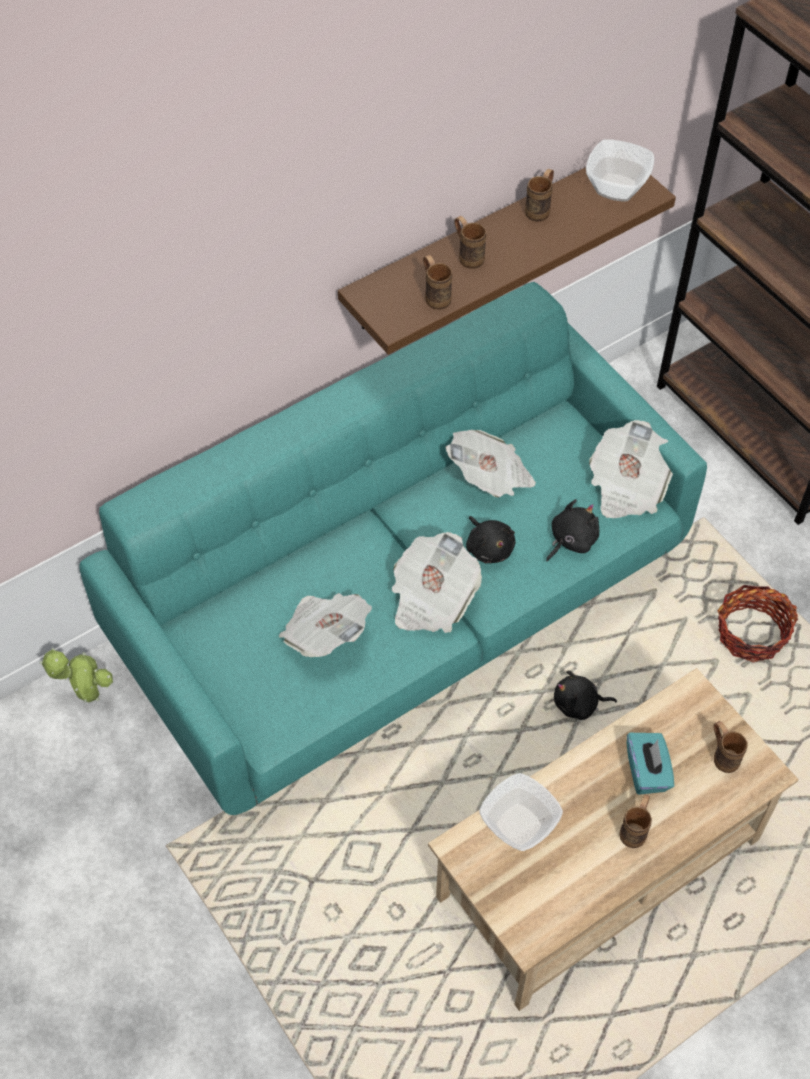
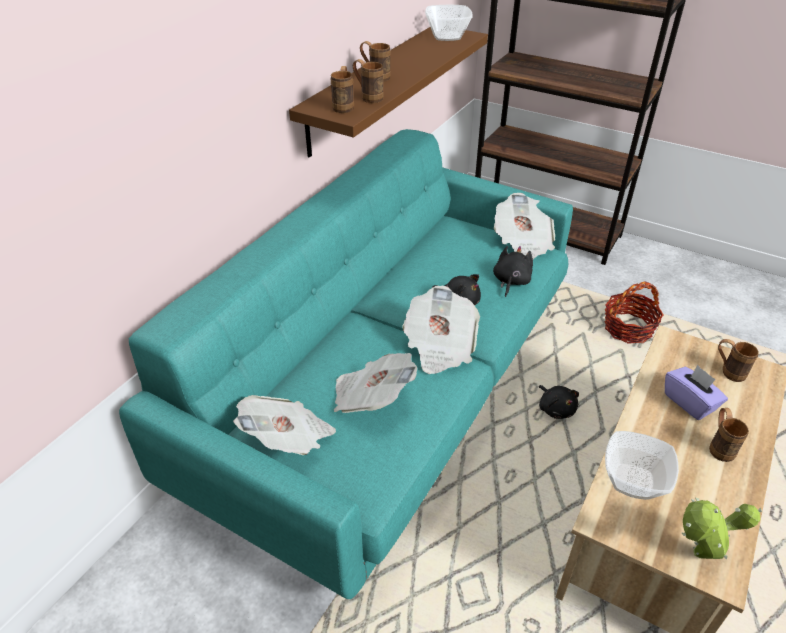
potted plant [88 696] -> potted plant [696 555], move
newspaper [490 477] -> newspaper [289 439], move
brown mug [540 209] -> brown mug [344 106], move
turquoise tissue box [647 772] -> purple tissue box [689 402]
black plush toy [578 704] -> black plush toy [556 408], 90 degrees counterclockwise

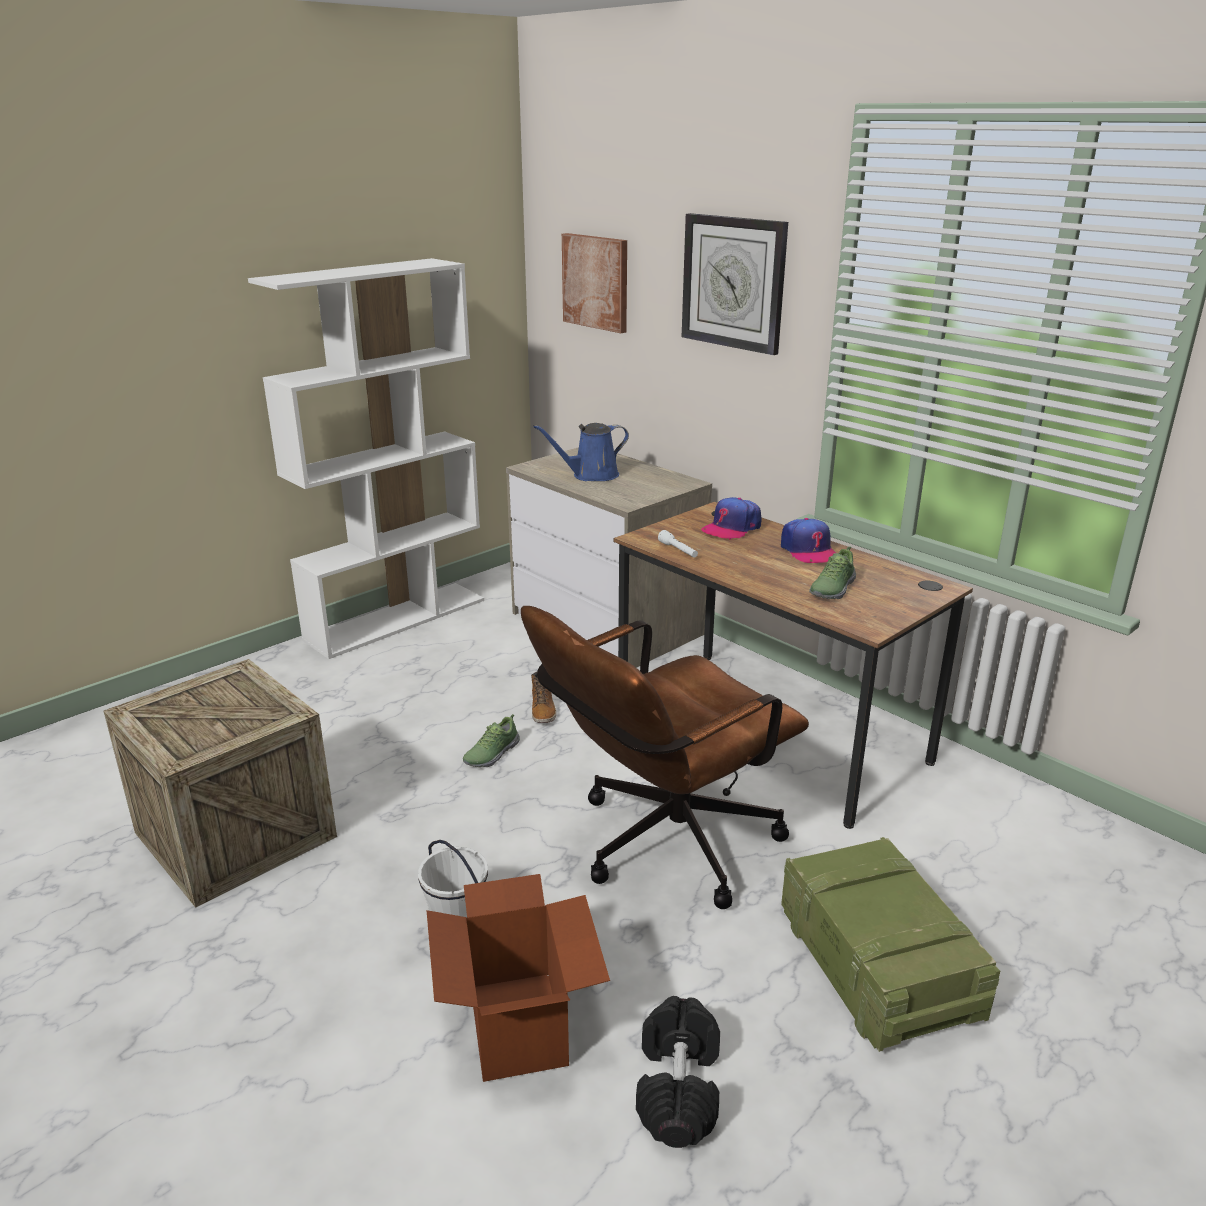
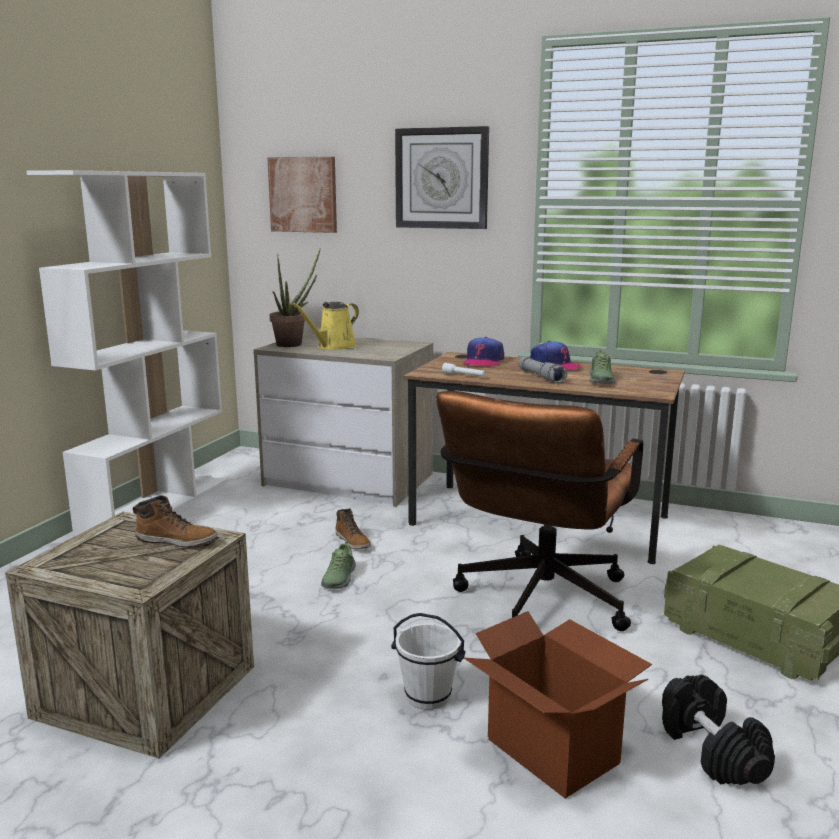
none -> boot [177 540]
none -> potted plant [294 344]
none -> grey flashlight [541 377]
blue watering can [591 475] -> yellow watering can [333 347]

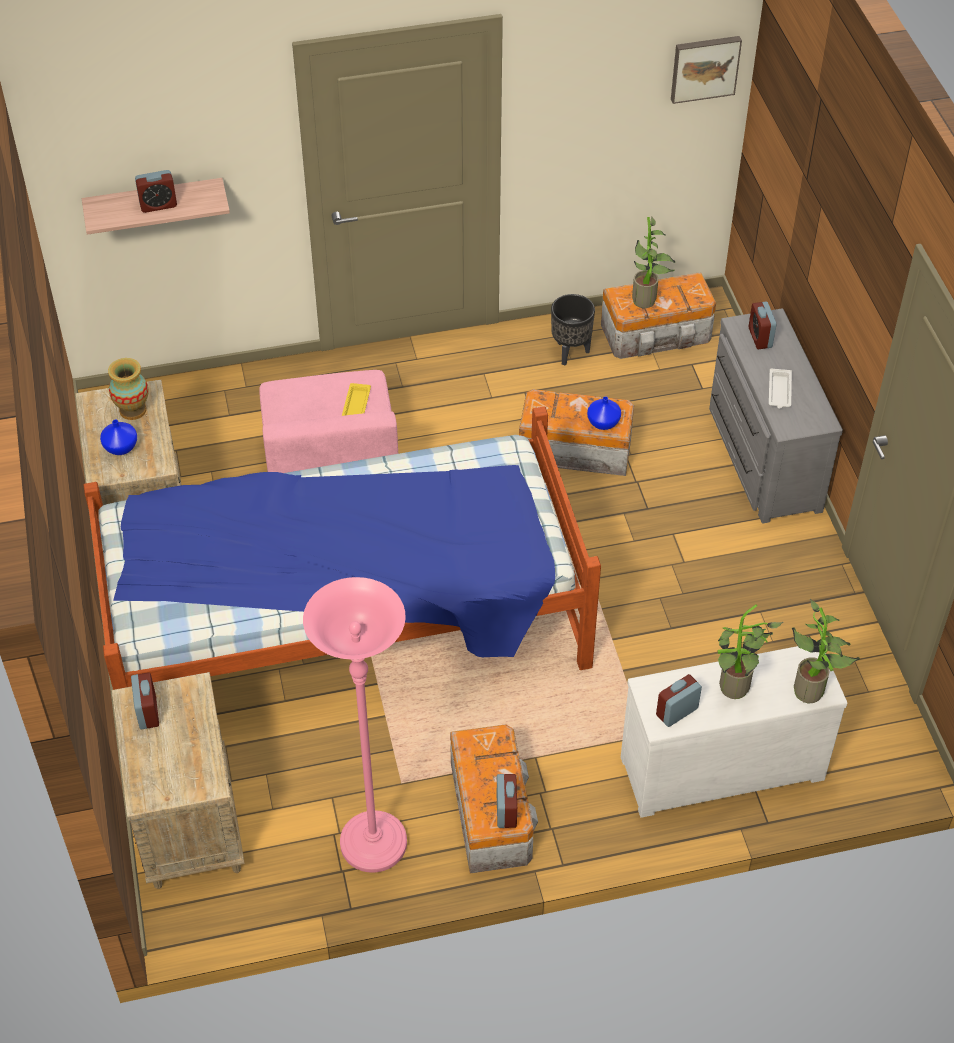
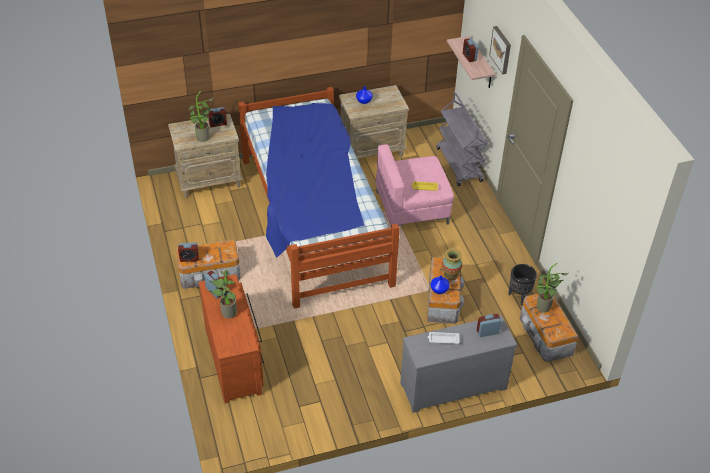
pink floor lamp [373 844] -> none
none -> grey cart [459 165]
vase [133 410] -> vase [450 275], move
picture [704 67] -> picture [501 49], move
potted plant [812 691] -> potted plant [203 139], move
white dresser [720 764] -> brown dresser [235 359]

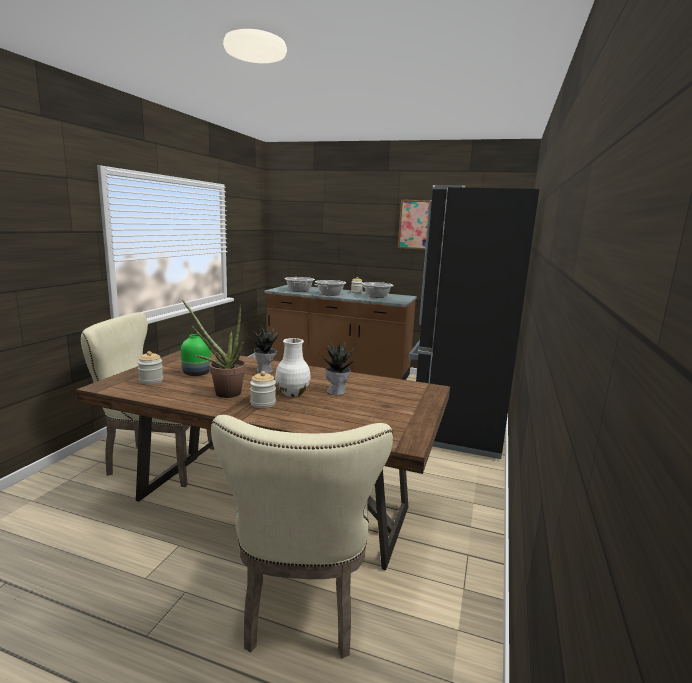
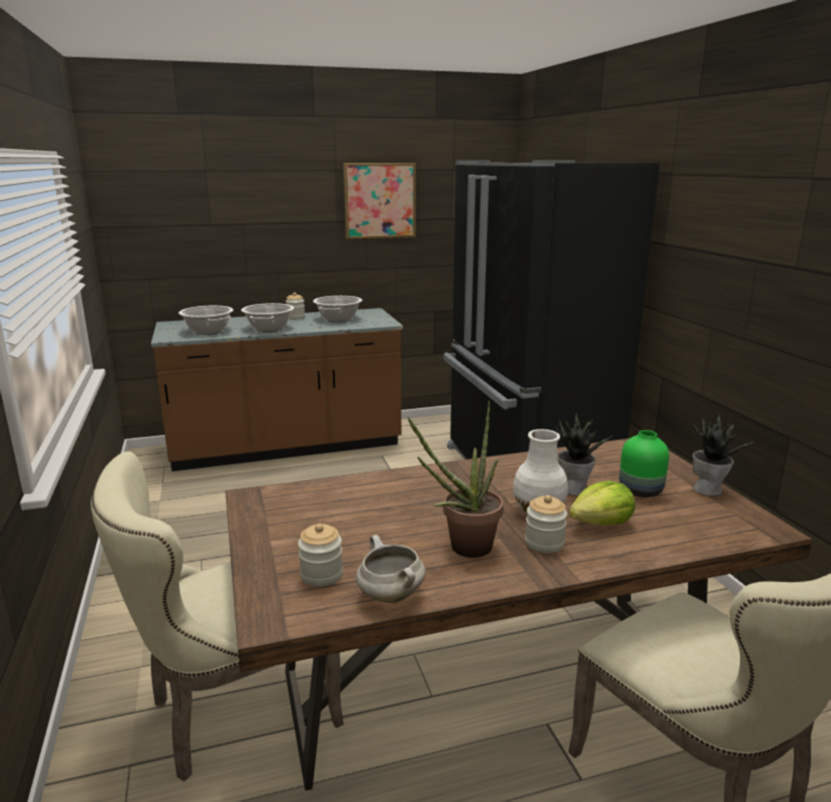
none -> white cooking pot [389 595]
none -> lettuce [601 523]
green vase [197 373] -> green vase [641 490], move
potted plant [265 371] -> potted plant [708 489], move

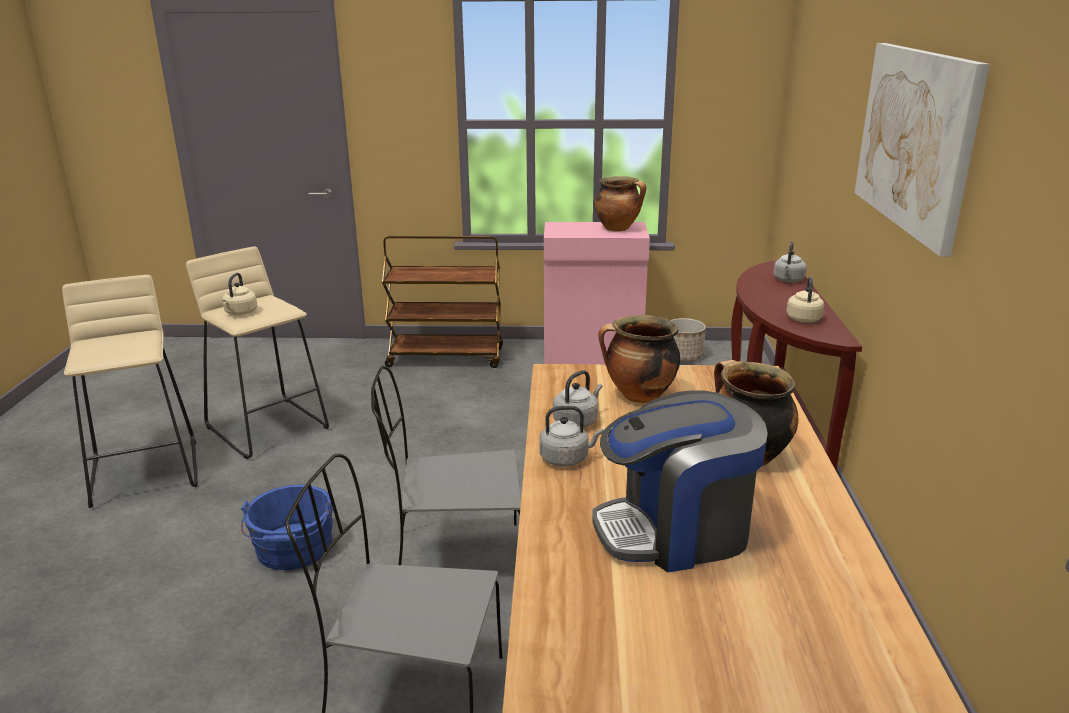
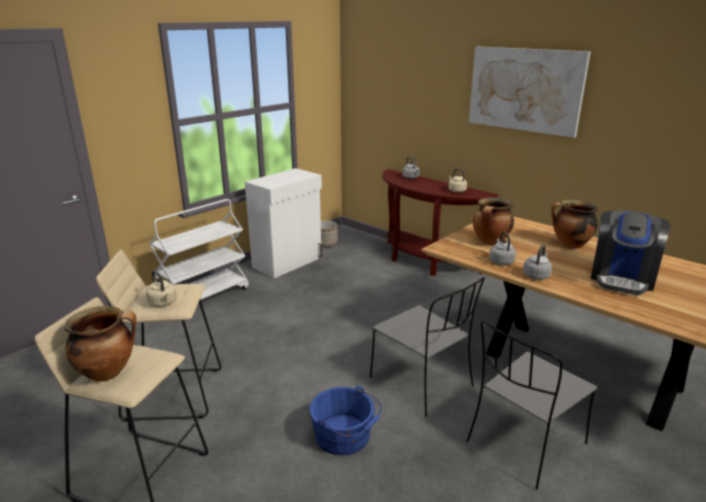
cooking pot [618 229] -> cooking pot [108 372], move
brown cart [446 357] -> white cart [204 297]
pink cabinet [593 359] -> white cabinet [288 262]
grey chair [454 560] -> grey chair [423 383], 75 degrees counterclockwise

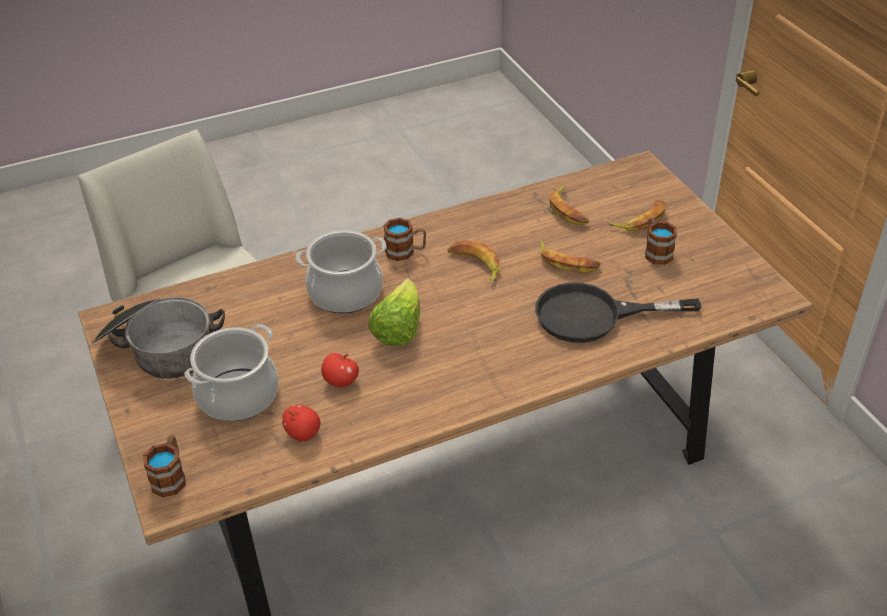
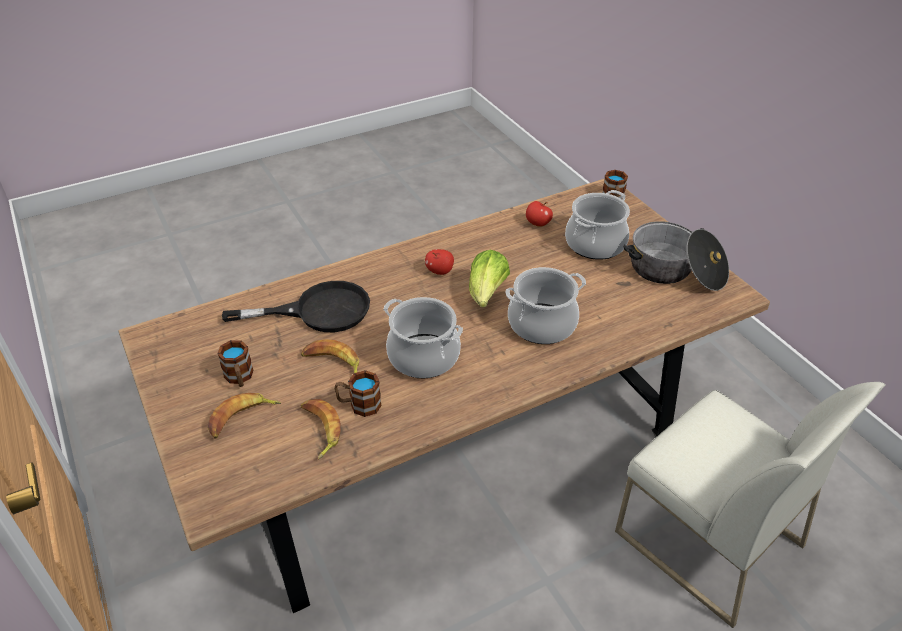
apple [340 382] -> apple [440 271], move
mug [405 252] -> mug [359 405], move
banana [475 265] -> cooking pot [424 356]

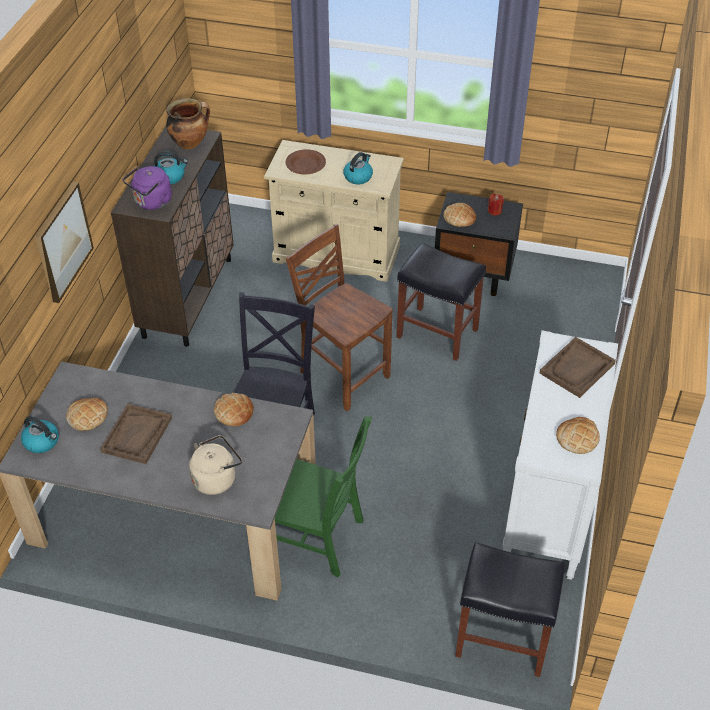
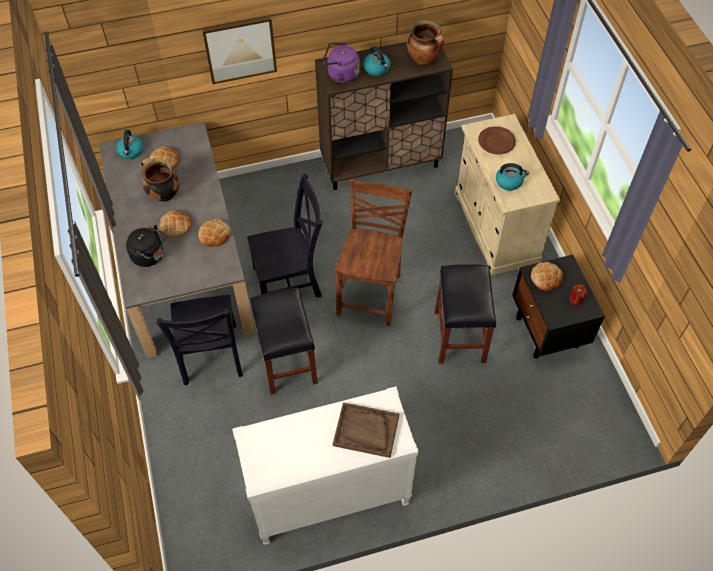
black stool [501 639] -> black stool [286 361], move
bread [577 438] -> bread [175 226], move
brown tray [137 435] -> cooking pot [163 194]
beige kettle [216 478] -> black kettle [150 256]
green chair [319 539] -> black chair [210 357]

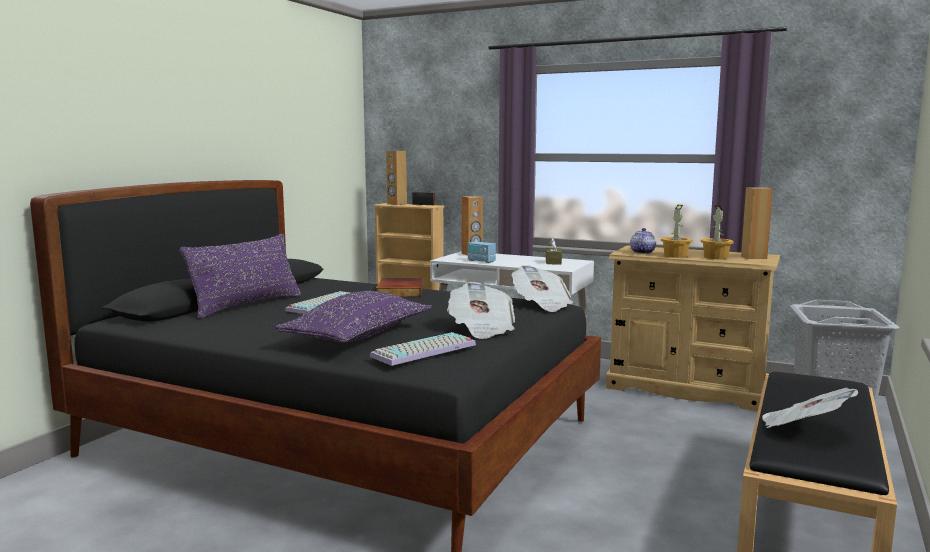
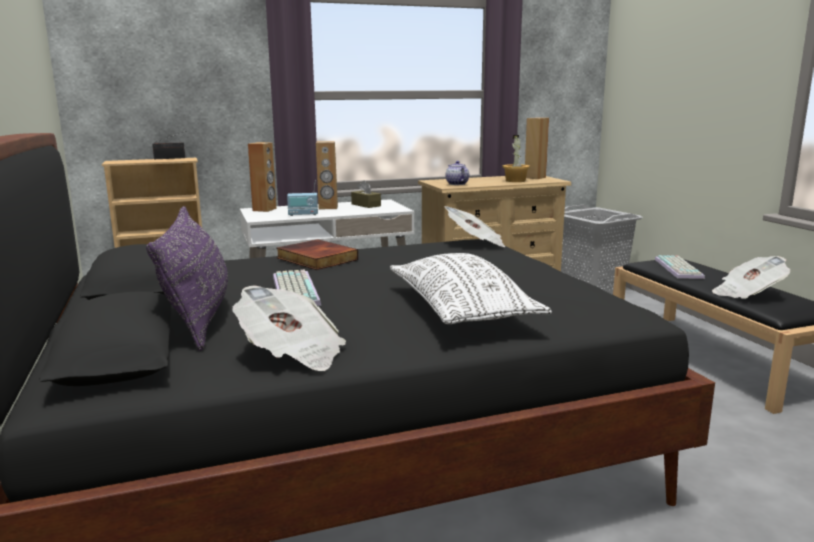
potted plant [675 255] -> none
keyboard [424 351] -> keyboard [680 268], move
brown speaker [396 204] -> brown speaker [328 207], move
newspaper [481 329] -> newspaper [293 354], move
purple pillow [358 336] -> white pillow [461 310]

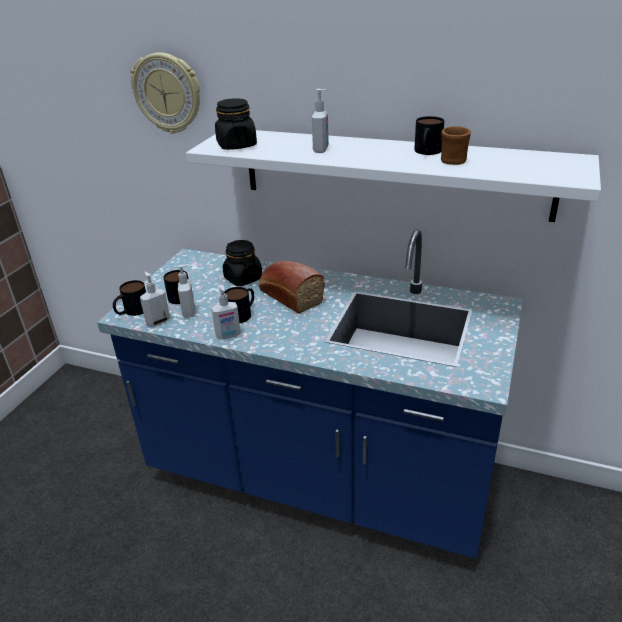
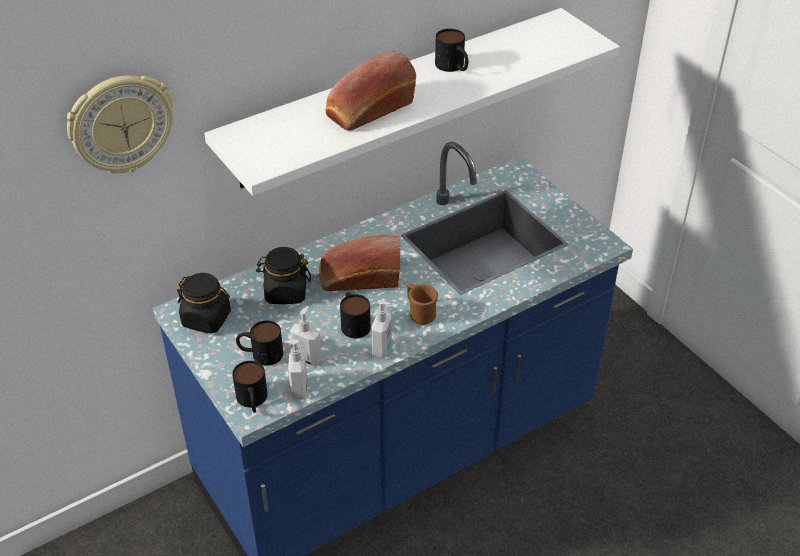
black jar [237 145] -> black jar [207 319], move
brown mug [453 160] -> brown mug [420 314], move
soap dispenser [321 149] -> bread [368 110]

